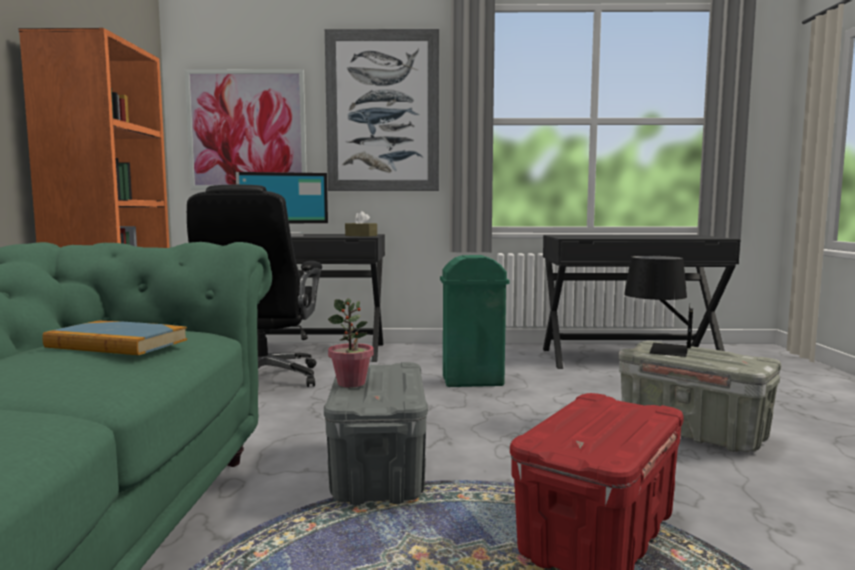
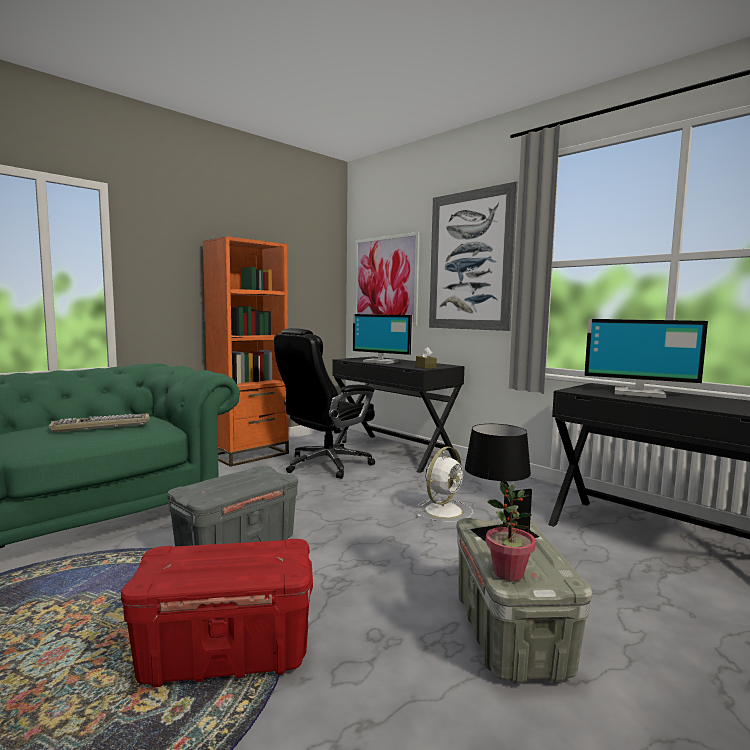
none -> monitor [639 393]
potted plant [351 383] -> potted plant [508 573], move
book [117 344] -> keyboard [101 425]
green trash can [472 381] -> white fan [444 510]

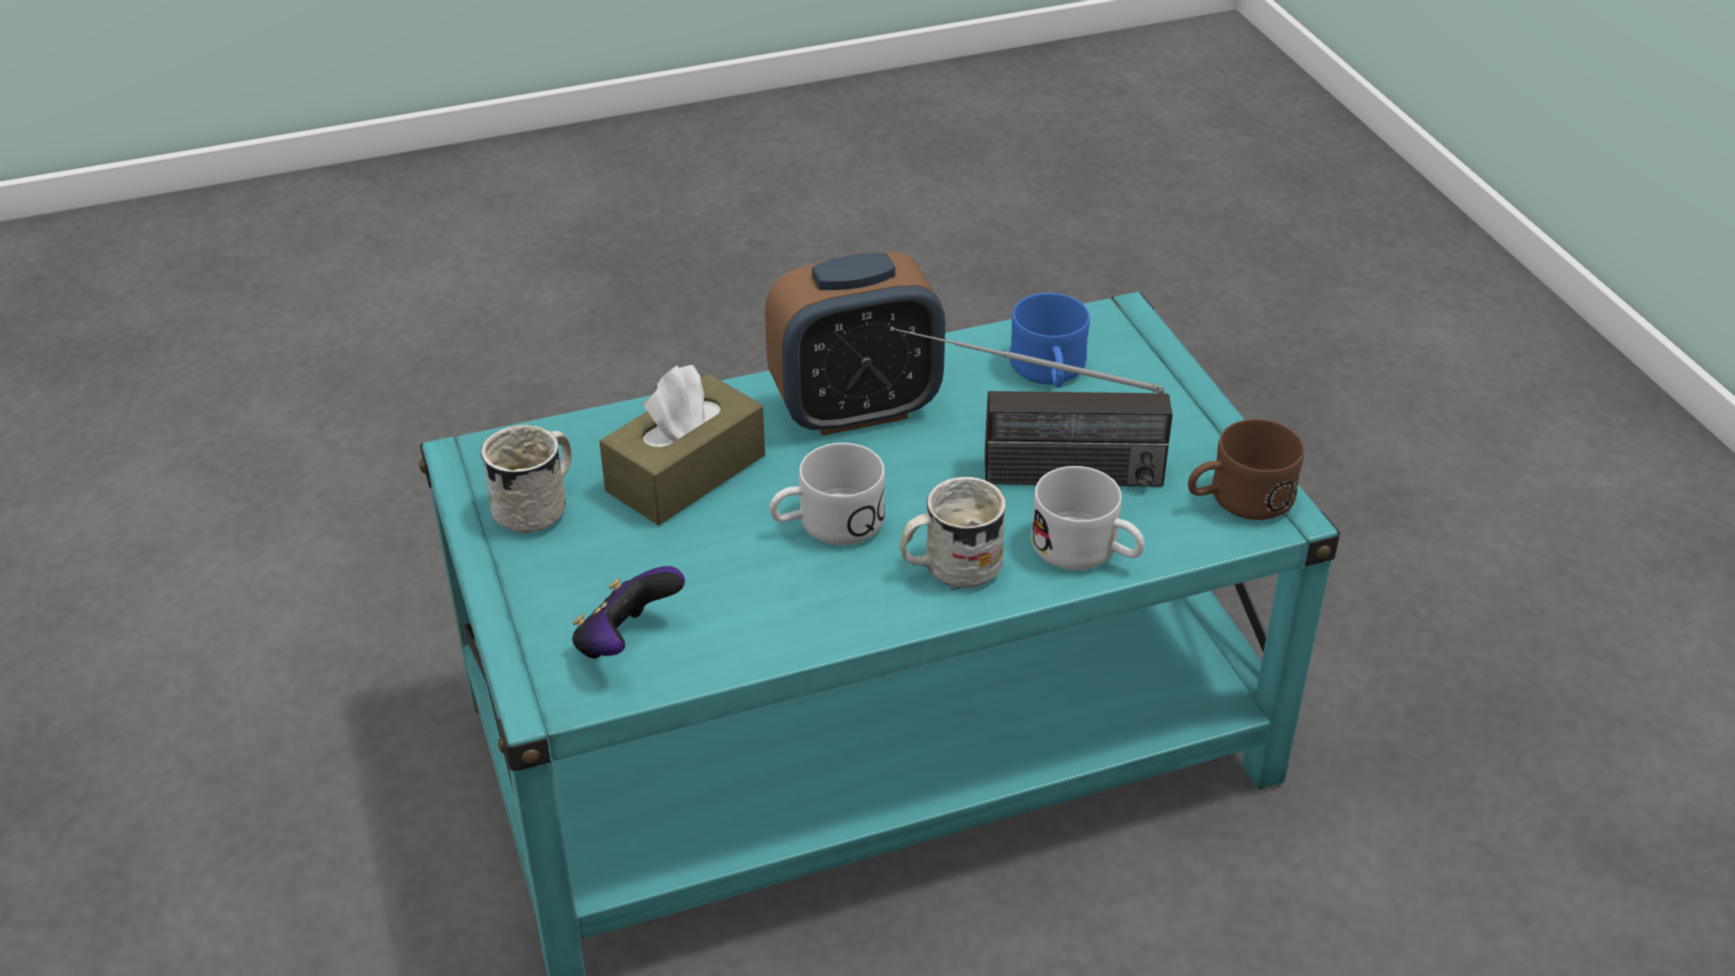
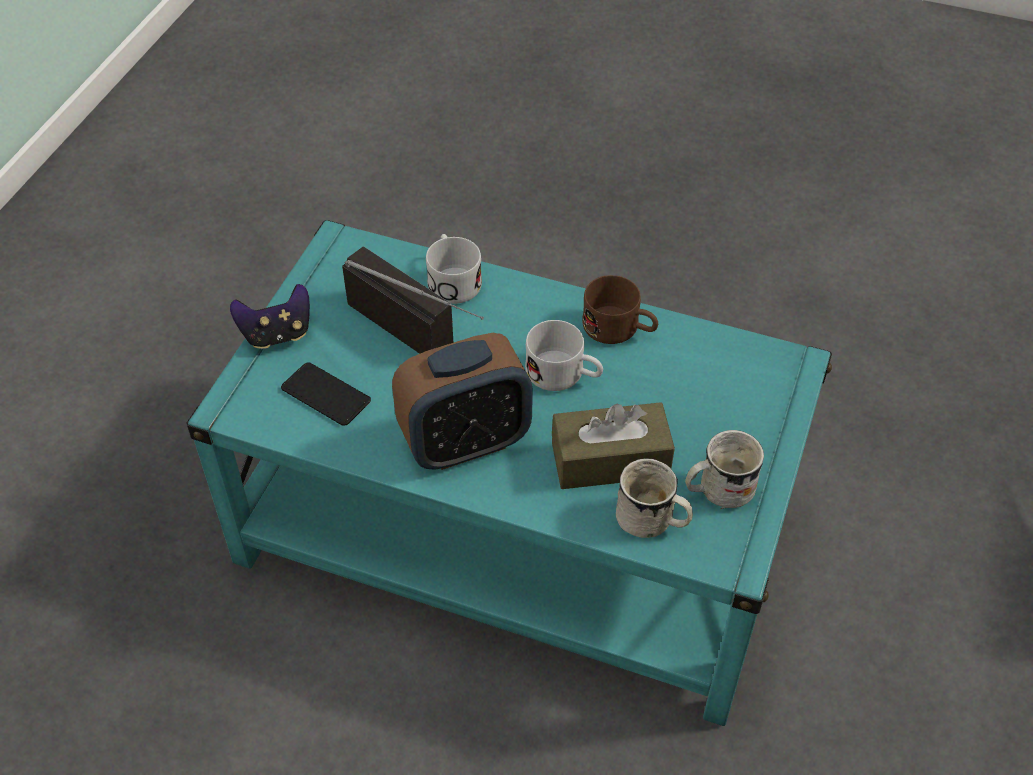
game controller [626 642] -> game controller [277 334], move
white mug [950 567] -> white mug [652 522], move
brown mug [1238 499] -> brown mug [619 329], move
blue mug [1049 373] -> phone [326 395]
alarm clock [856 410] -> alarm clock [465 442], 135 degrees clockwise

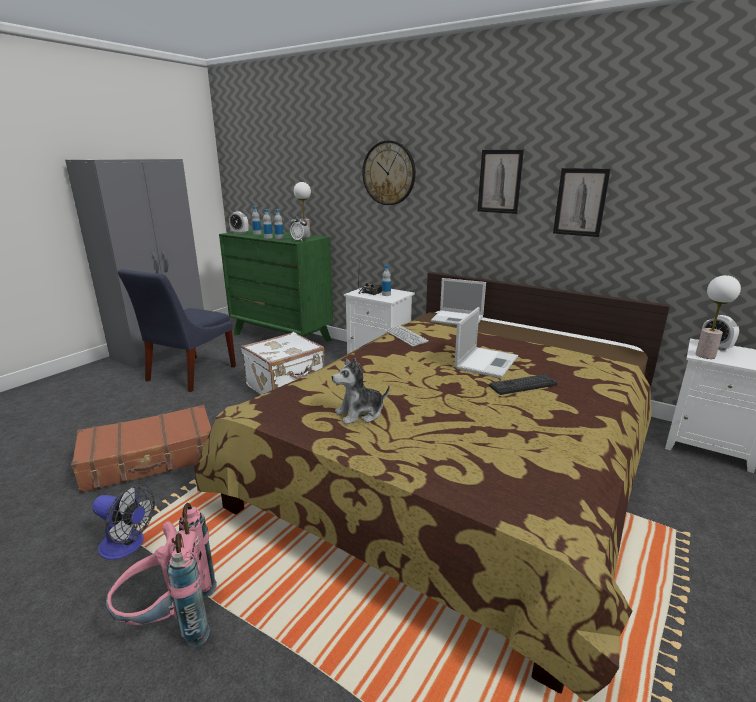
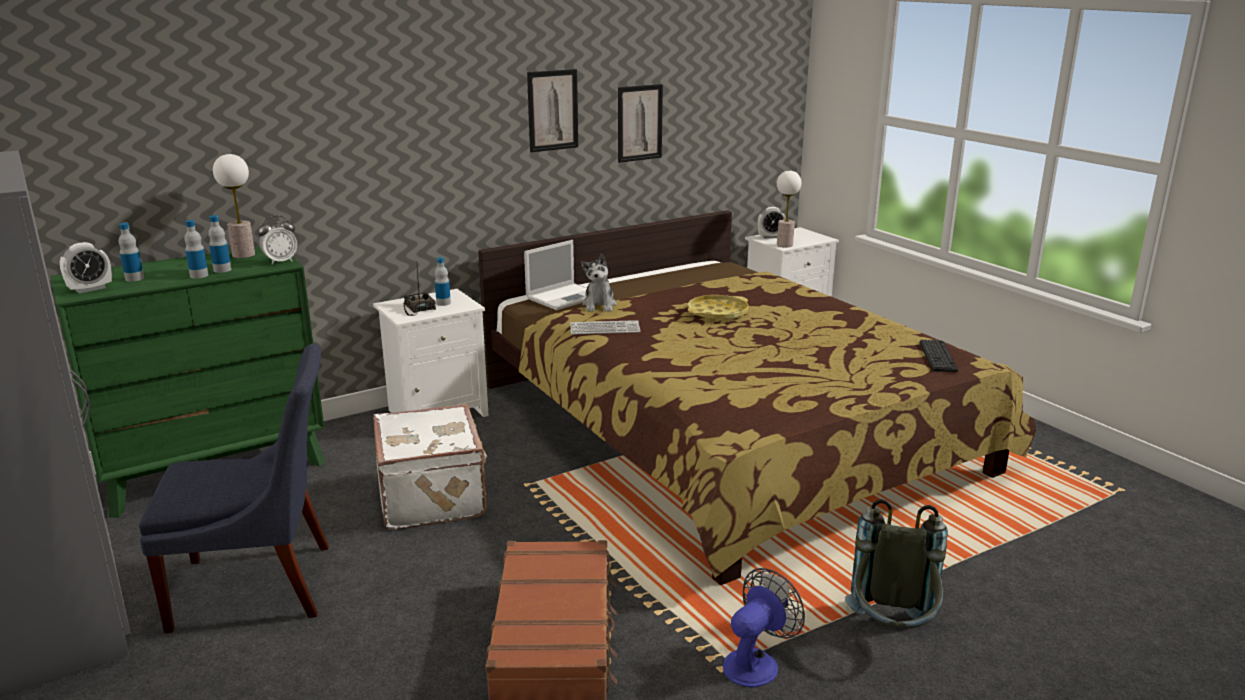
wall clock [389 173] -> none
plush toy [360 414] -> plush toy [599 305], move
keyboard [523 385] -> keyboard [938 357], move
laptop [486 362] -> yellow tray [717 313]
pink backpack [171 622] -> grey backpack [891 633]
blue chair [188 375] -> blue chair [261 587], 60 degrees counterclockwise

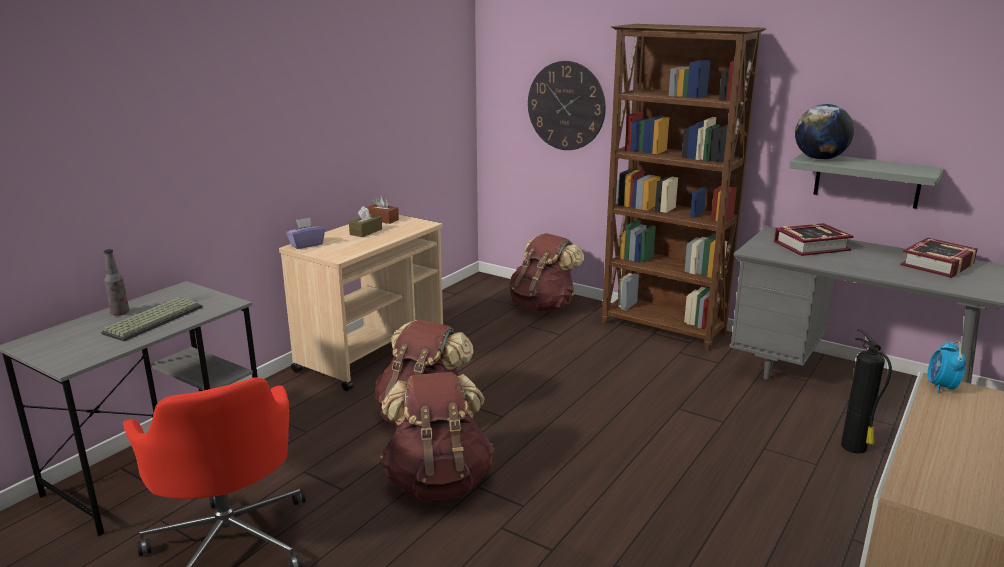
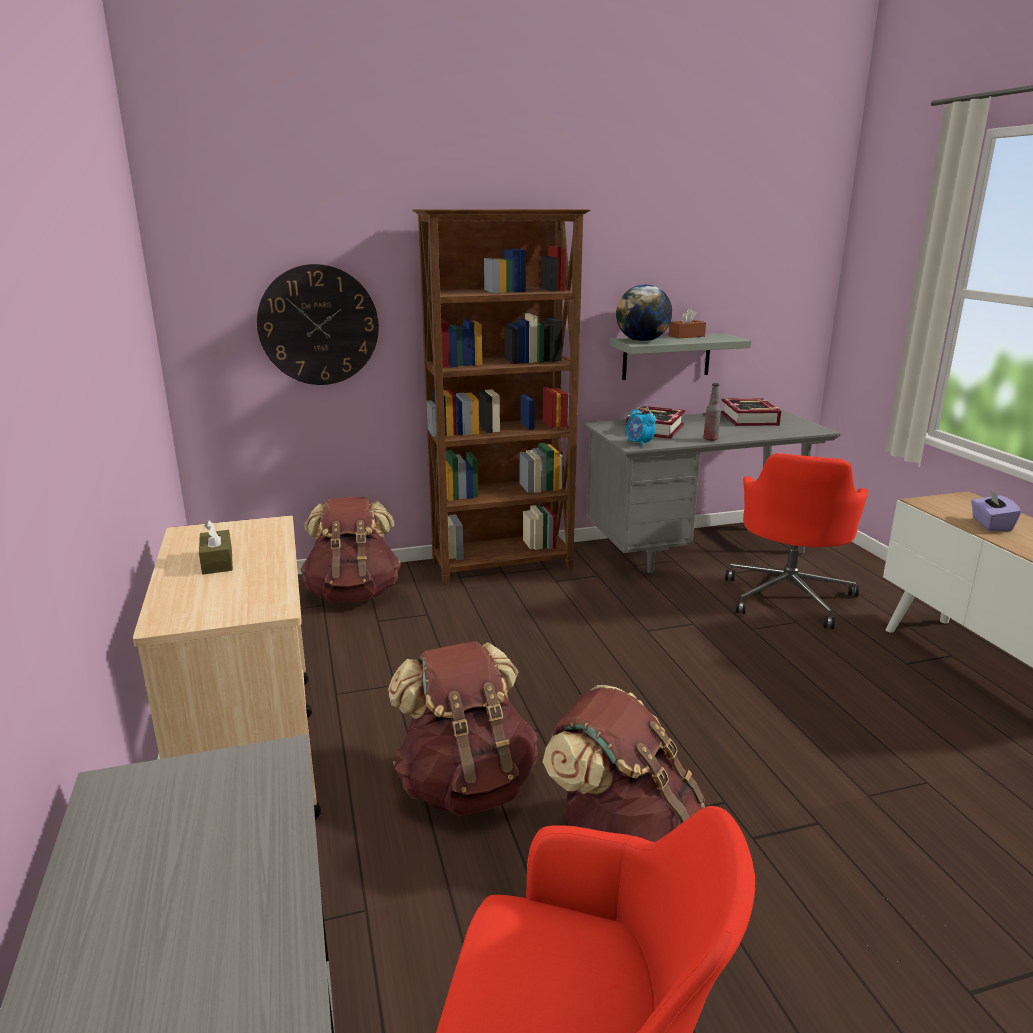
keyboard [153 319] -> none
bottle [120 313] -> bottle [710 439], move
purple tissue box [306 245] -> purple tissue box [990 525], move
brown tissue box [382 219] -> brown tissue box [686 336], move
alarm clock [941 387] -> alarm clock [639 443], move
fire extinguisher [855 448] -> red office chair [788 596]

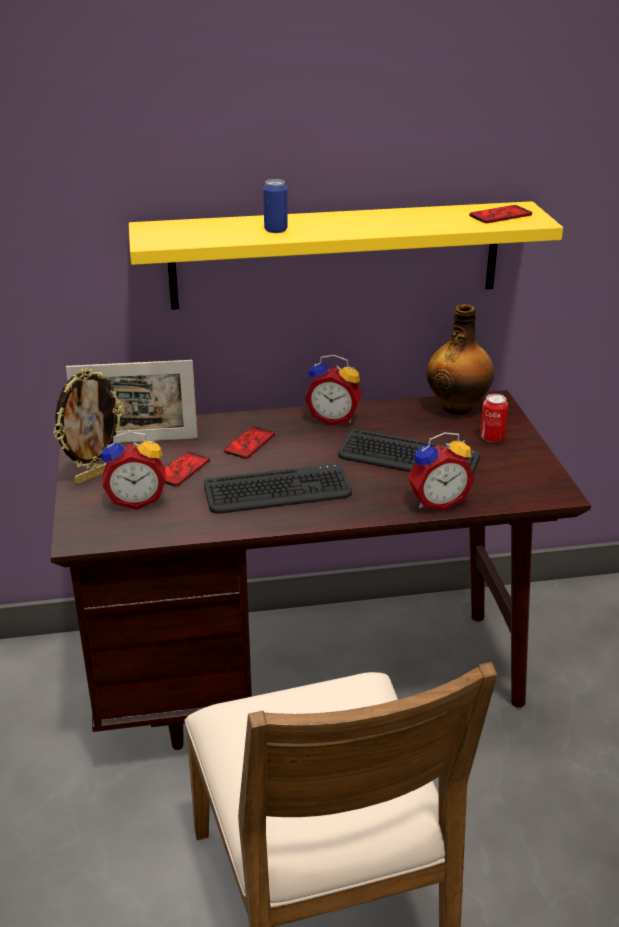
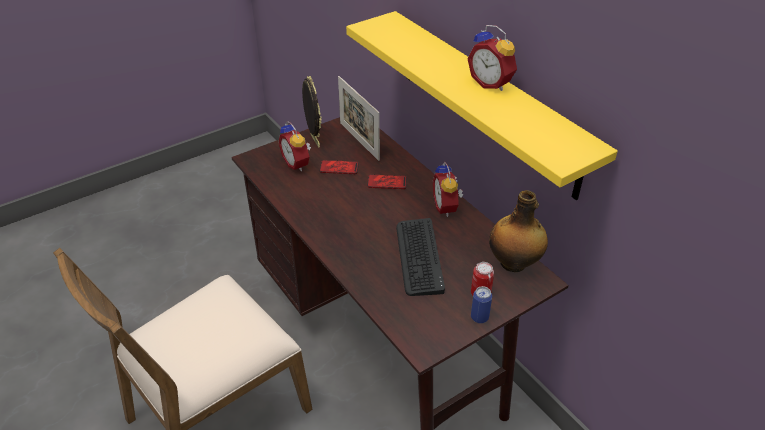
keyboard [278 491] -> none
phone [500 215] -> none
can [275 230] -> can [479 317], move
alarm clock [436 501] -> alarm clock [491 83], move
picture frame [95 475] -> picture frame [314 140], 135 degrees counterclockwise

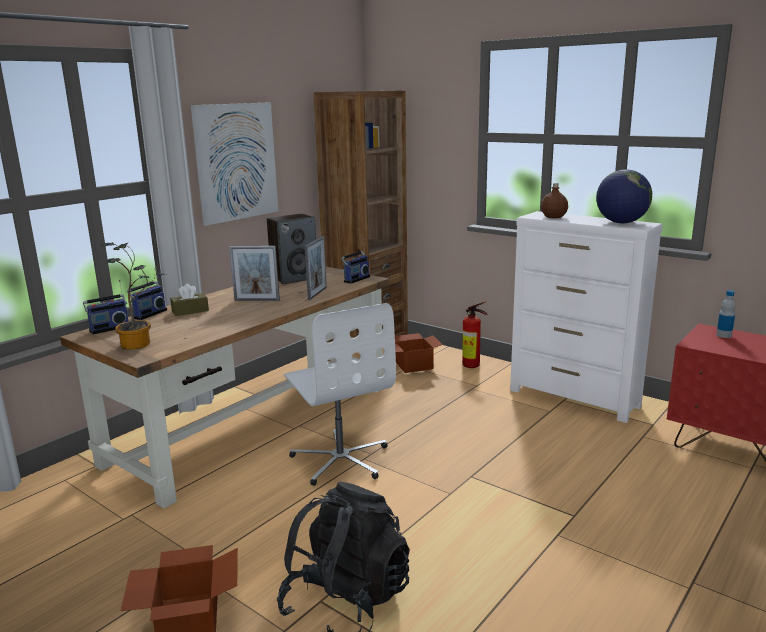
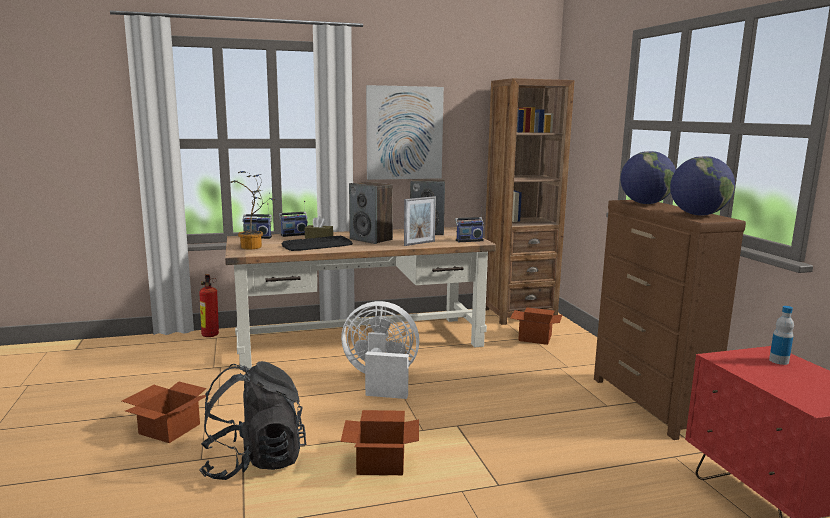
none -> keyboard [317 245]
none -> cardboard box [382 461]
fire extinguisher [473 366] -> fire extinguisher [210 336], move
picture frame [257 300] -> speaker [371 239]
white office chair [341 459] -> white fan [381 380]
brown bottle [553 216] -> globe [645 203]
white dresser [574 399] -> brown dresser [649 404]

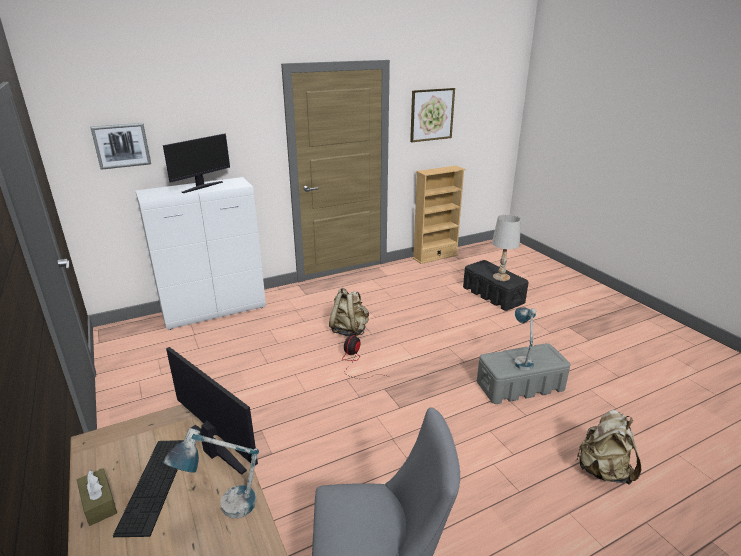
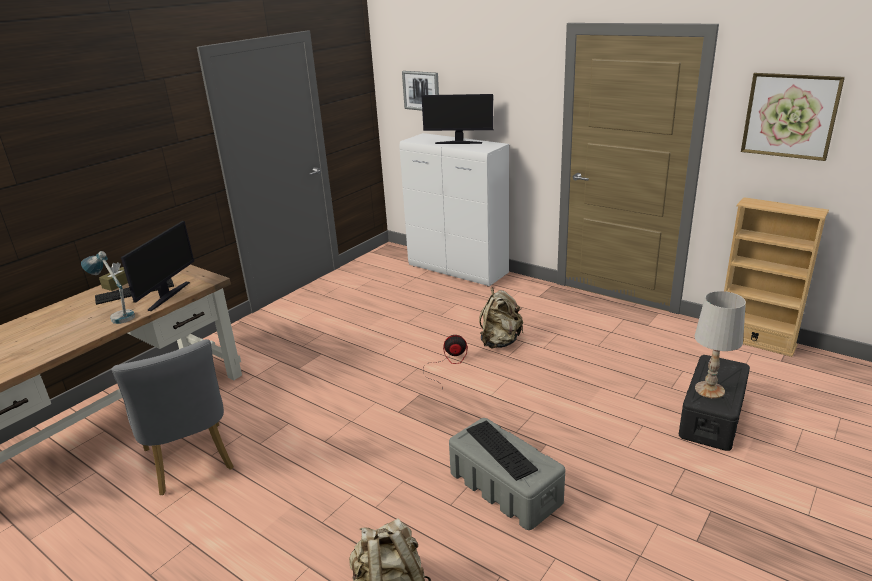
table lamp [521 359] -> keyboard [500 449]

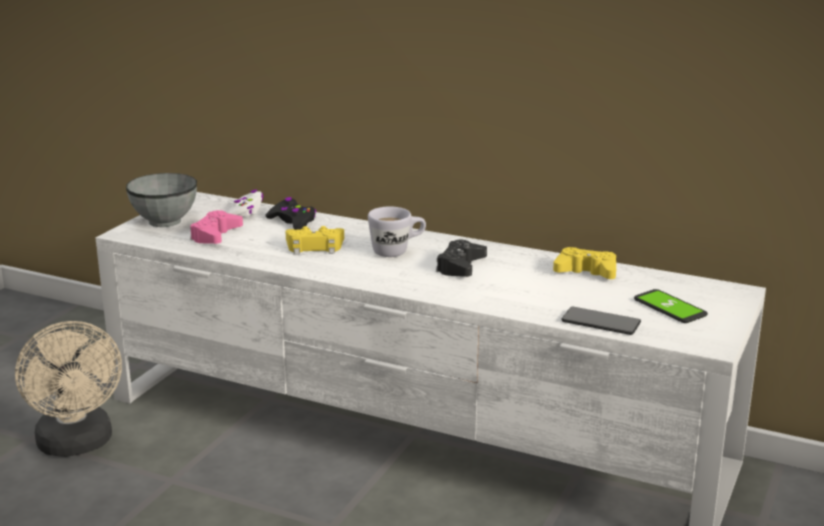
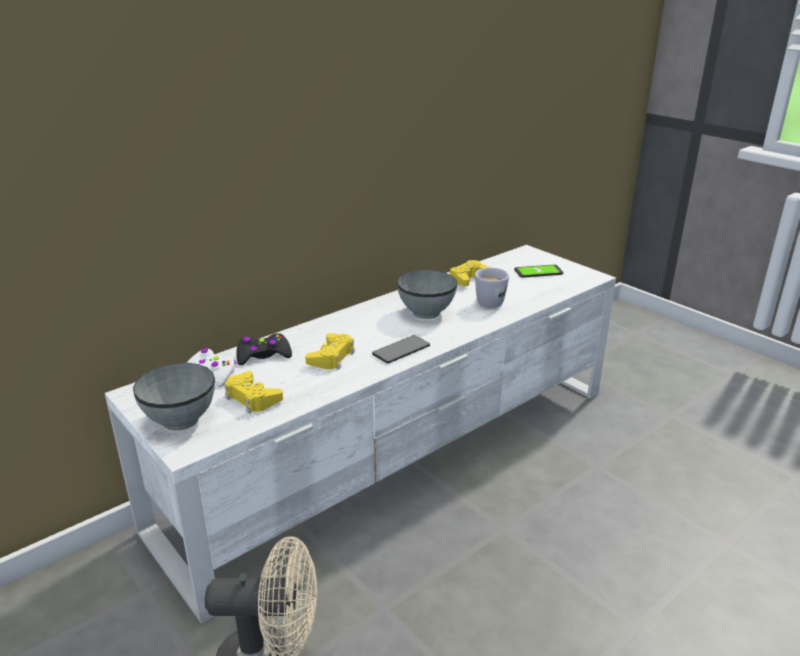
white mug [397 251] -> white mug [489 301], move
phone [600 322] -> phone [401 350], move
black game controller [460 266] -> grey bowl [425 312]
pink game controller [215 235] -> yellow game controller [252 398]

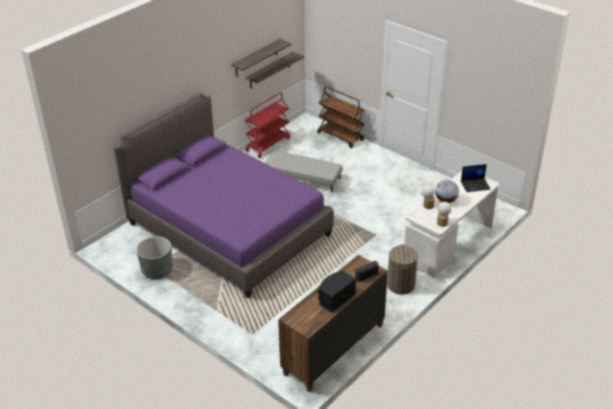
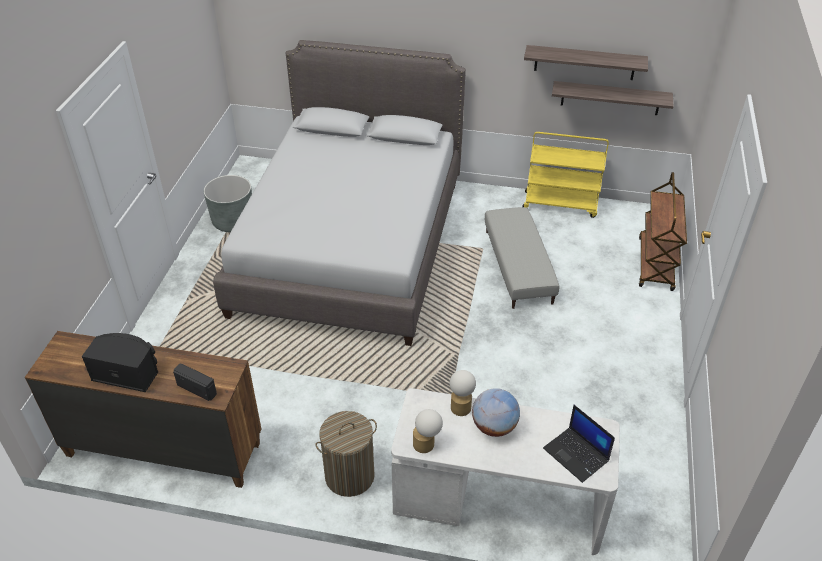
purple bed [229 229] -> grey bed [351 245]
red cart [268 144] -> yellow cart [560 204]

